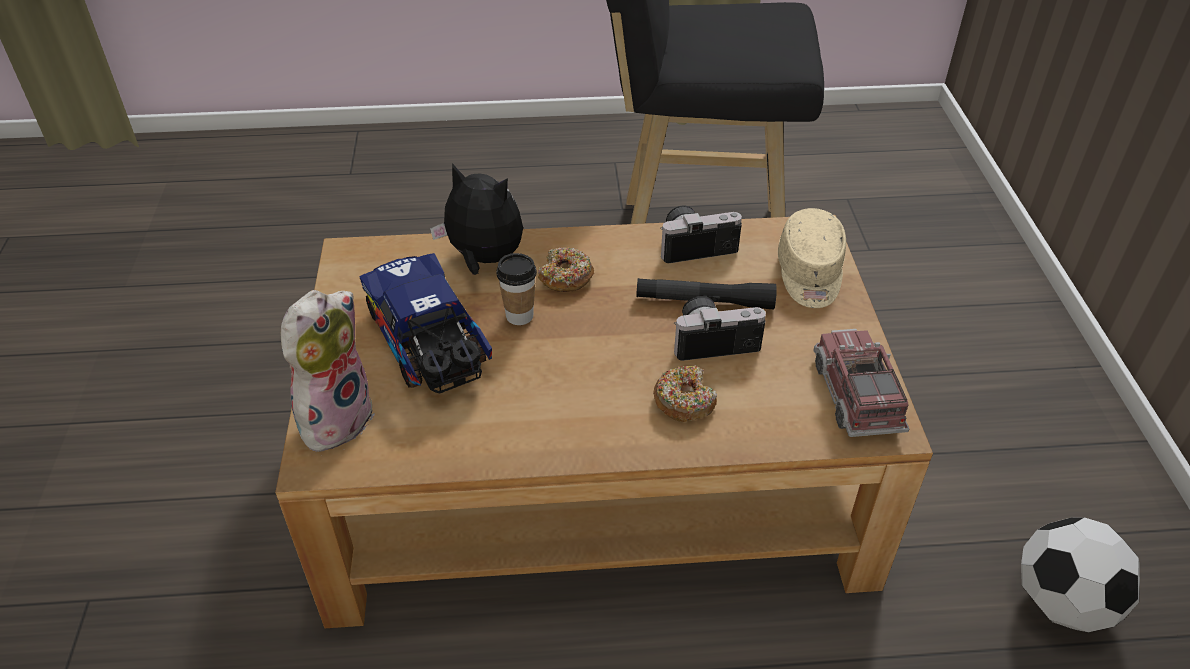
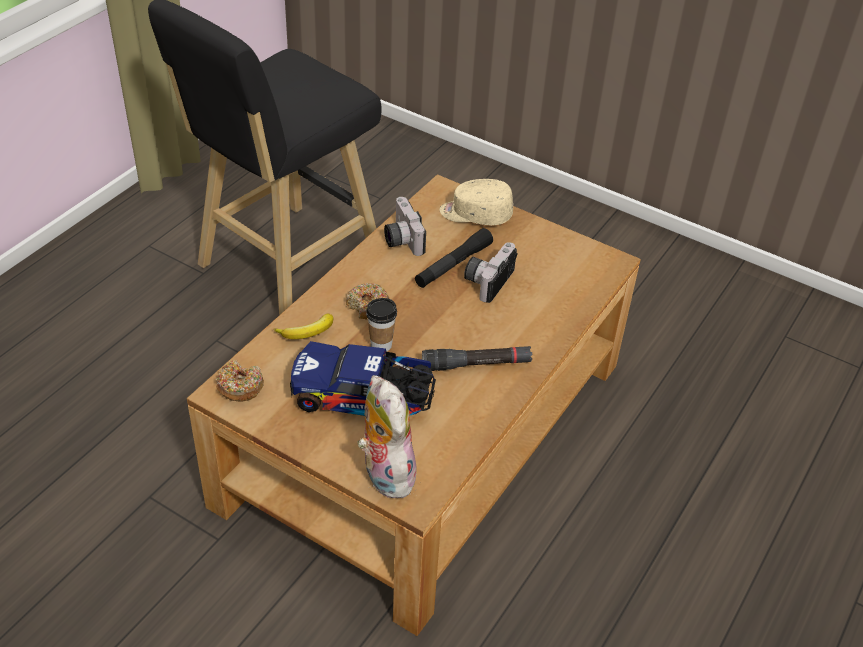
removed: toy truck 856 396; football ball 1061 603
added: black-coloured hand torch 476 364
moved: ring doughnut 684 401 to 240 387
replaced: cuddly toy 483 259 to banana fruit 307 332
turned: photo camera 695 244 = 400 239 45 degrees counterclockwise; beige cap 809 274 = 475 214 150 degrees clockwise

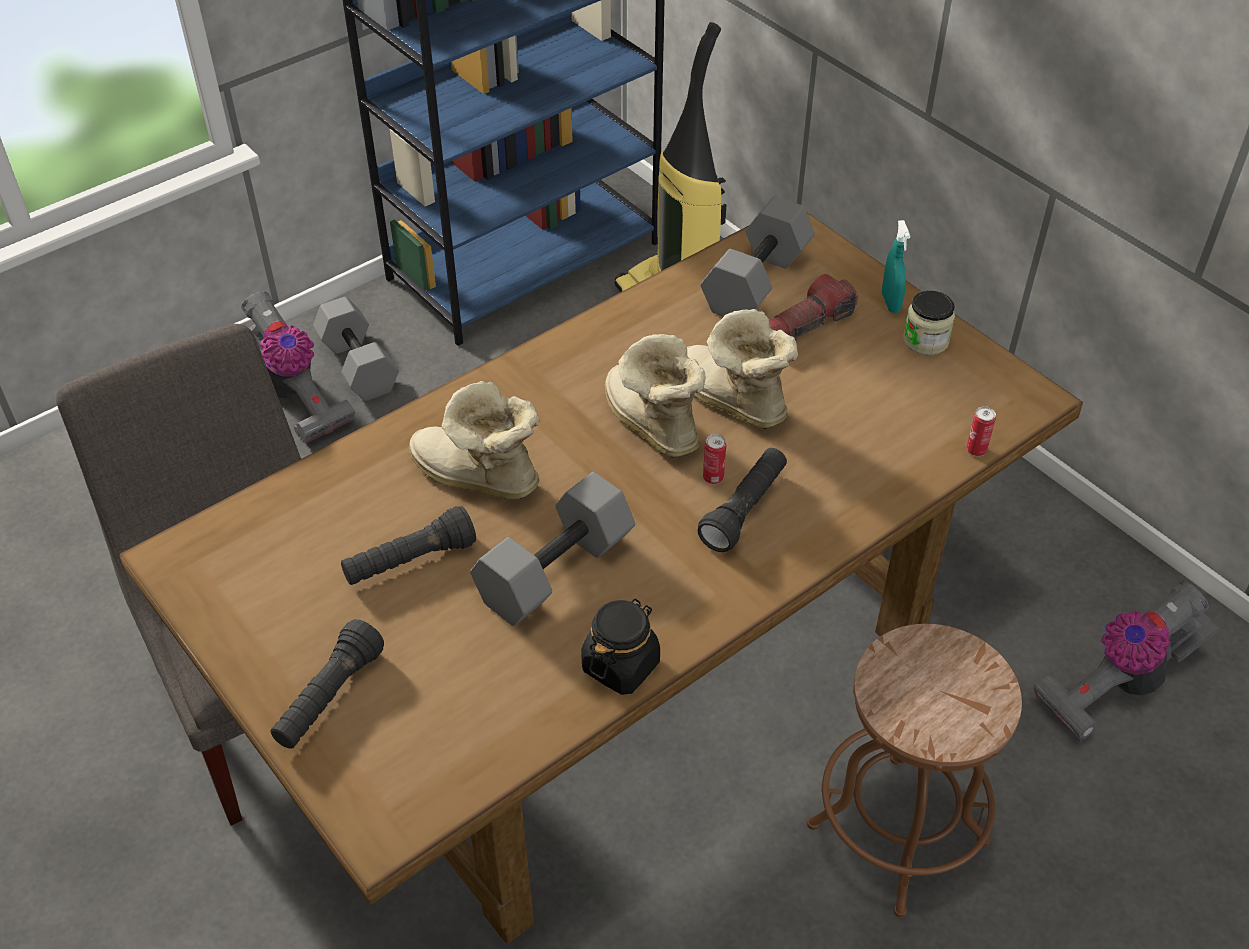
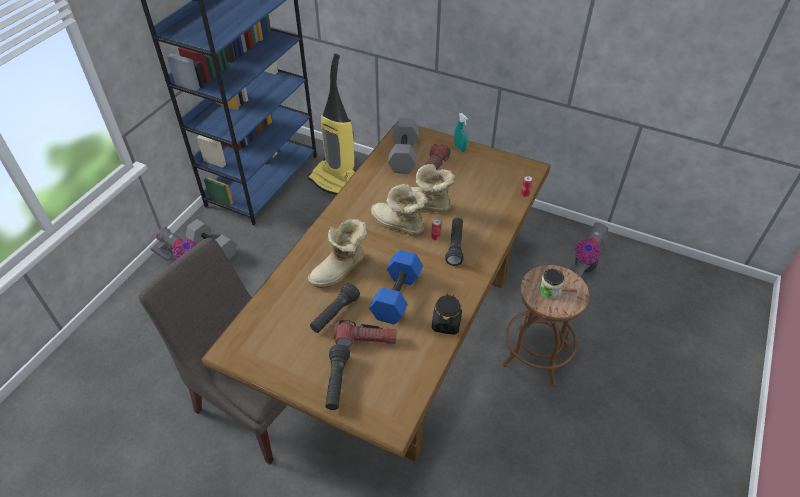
added: hand torch 365 339
moved: jar 925 340 to 549 290
recoloured: greyish free weight 554 568 to blue free weight 396 295
turned: tall boot 476 478 = 341 270 45 degrees counterclockwise

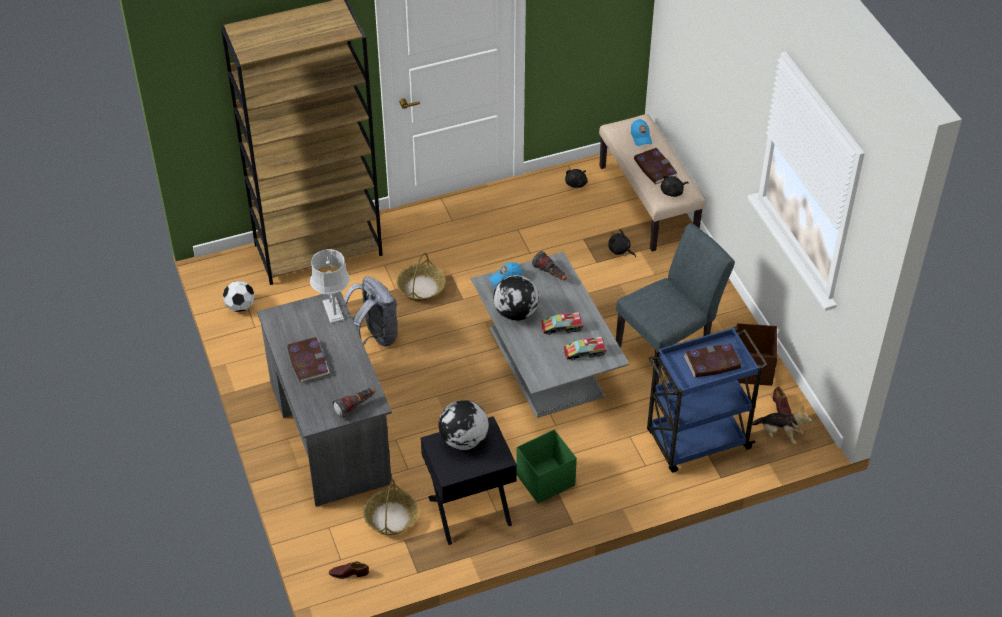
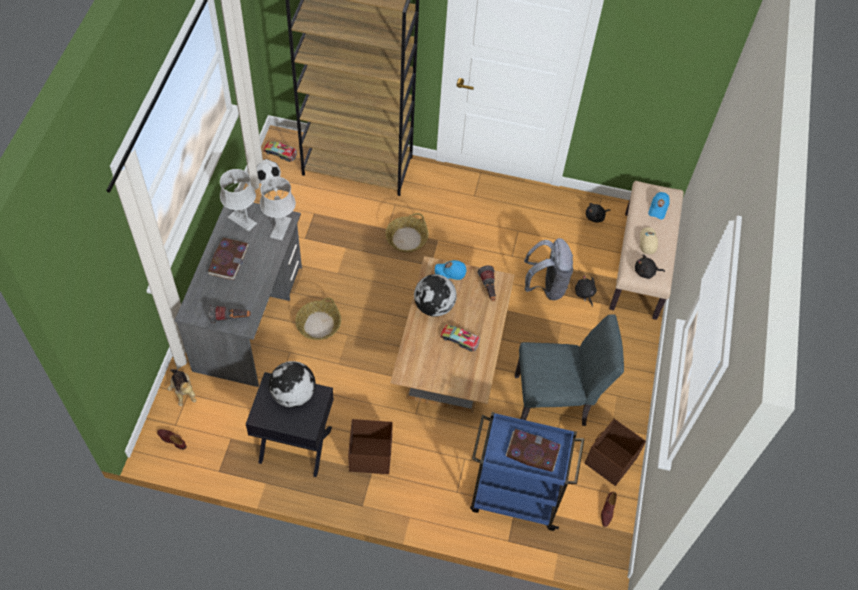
added: greyish tabletop lamp 242 220
moved: greyish rucksack 373 337 to 546 286; toy truck 584 352 to 280 153; cuddly toy 779 434 to 183 391; storage basket 391 518 to 318 325
replaced: volume 655 168 to beige cap 648 242
recoloured: greyish low table 547 363 to brown-coloured low table 451 357; greenish storage box 544 480 to brown-coloured storage box 370 455

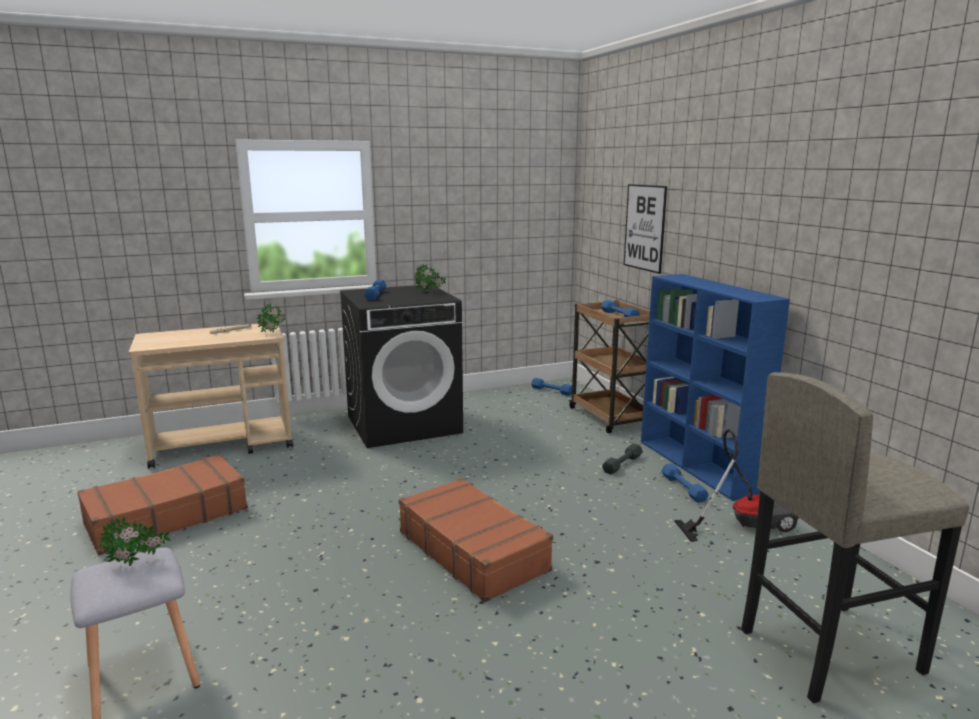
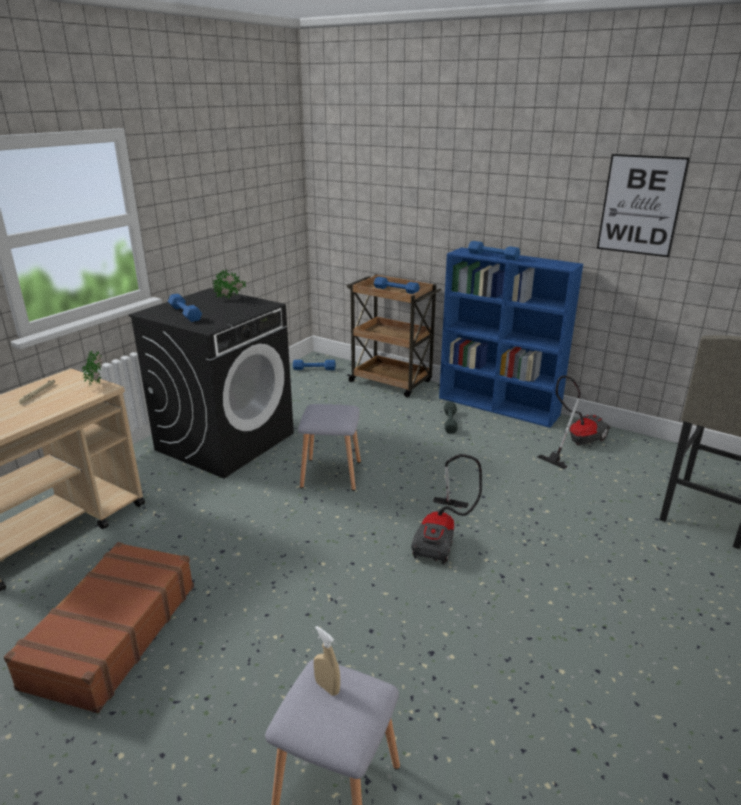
added: greyish sitting stool 332 474
moved: wall picture 644 227 to 640 205; blue free weight 683 488 to 493 256
replaced: brown-coloured suitcase 473 550 to vacuum 442 537; potted plant 138 562 to beige spray bottle 327 687

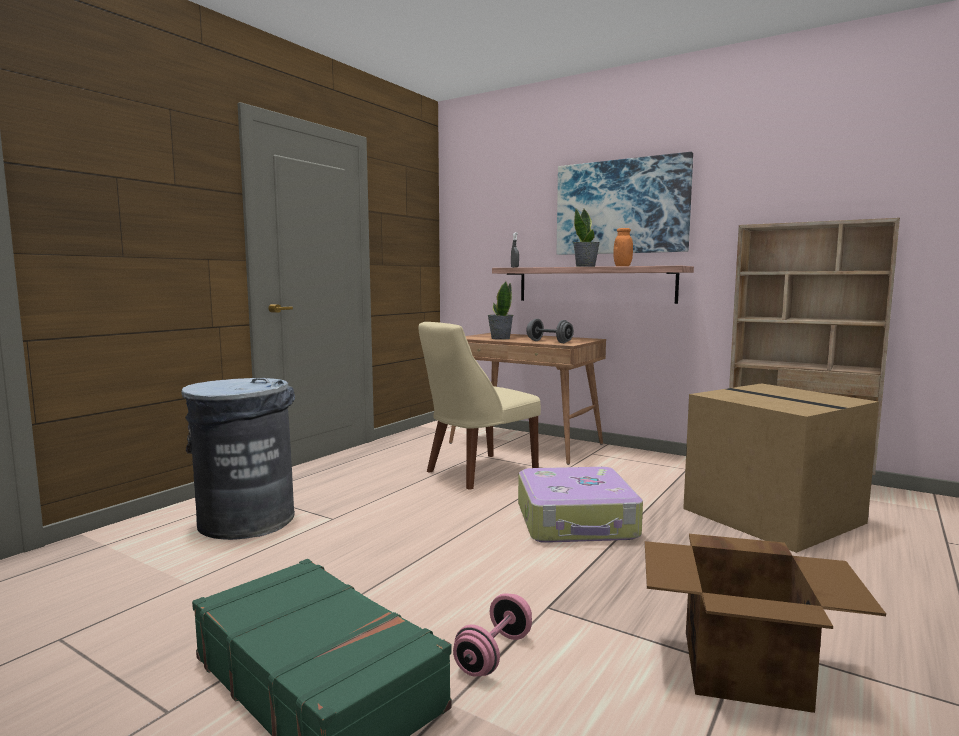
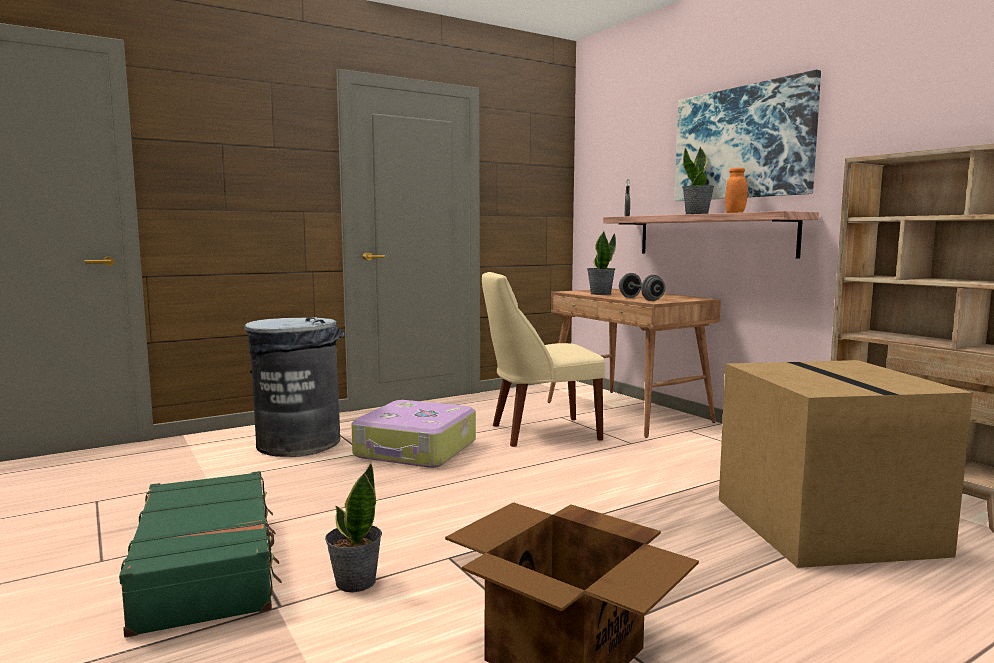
moved: suitcase 577 522 to 416 449
replaced: pink free weight 494 654 to potted plant 355 582

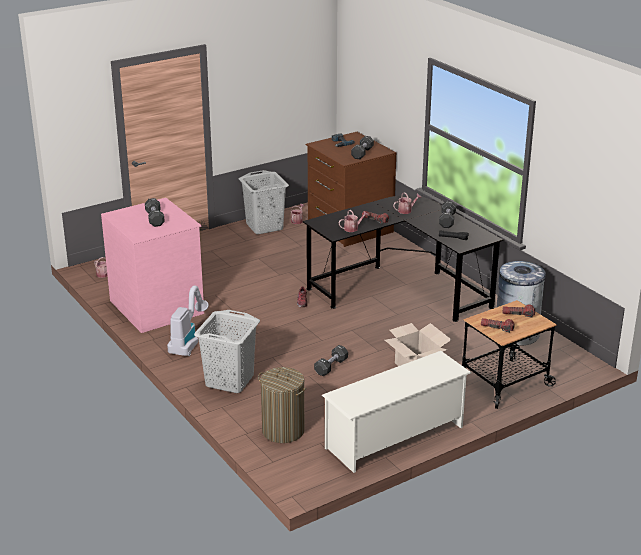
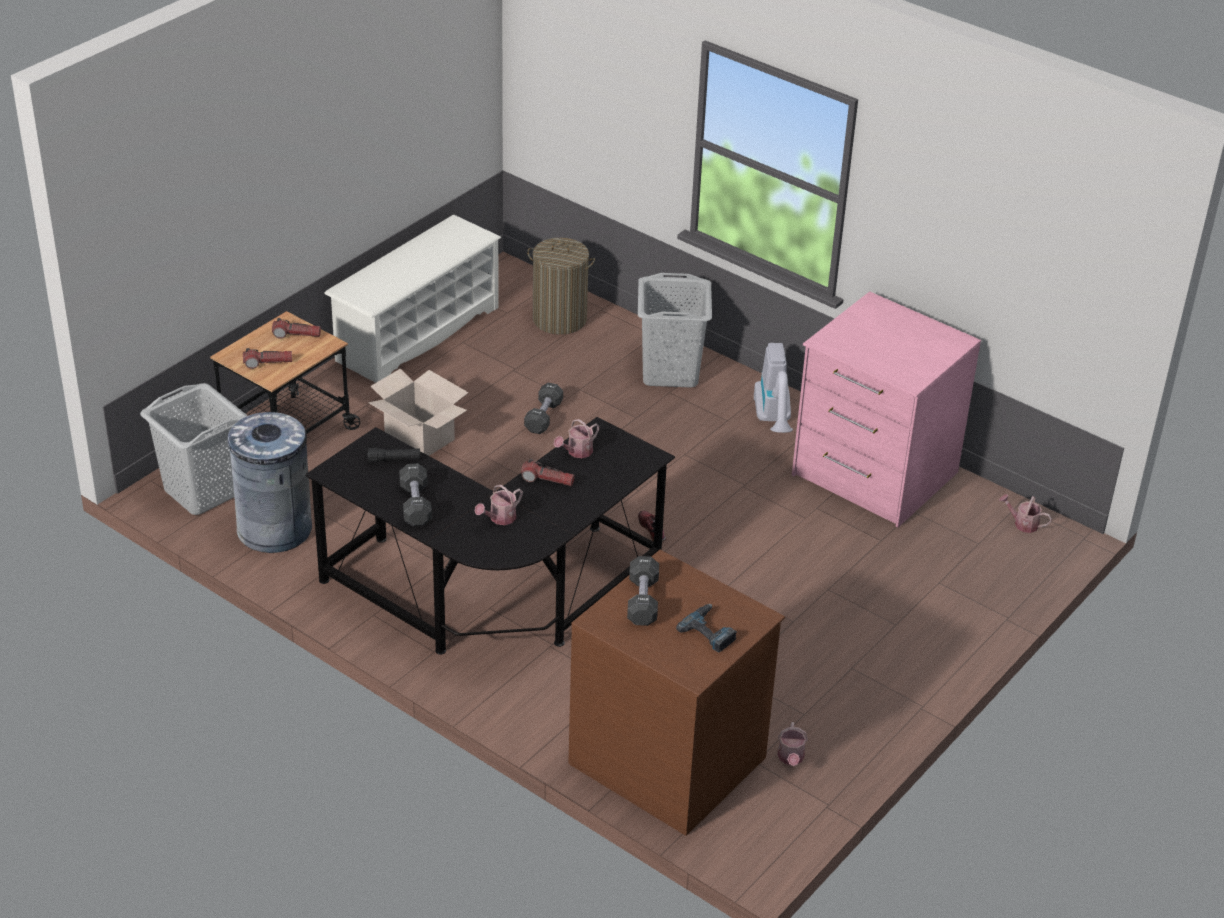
removed: black-coloured free weight 155 219
moved: greyish hamper 264 227 to 203 491

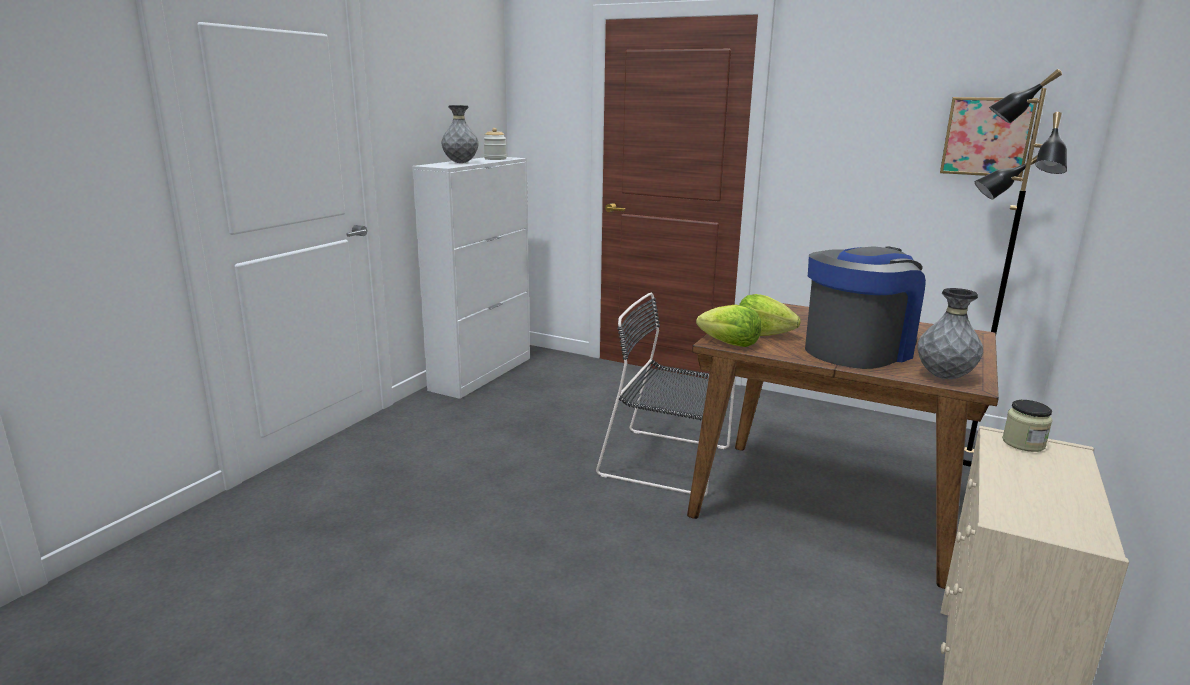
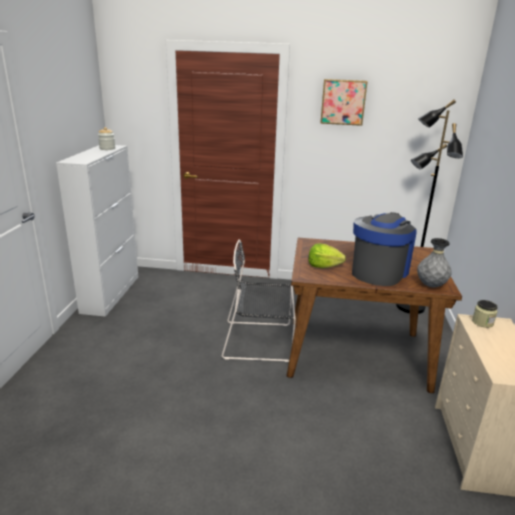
removed: greyish flower vase 461 163; lettuce head 729 344
moved: wall picture 987 136 to 343 102

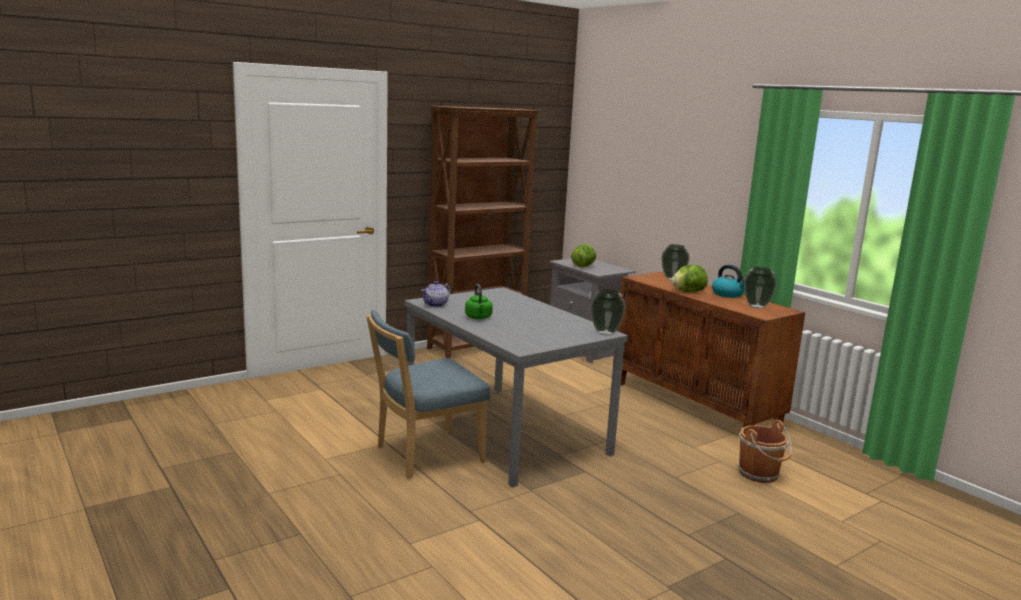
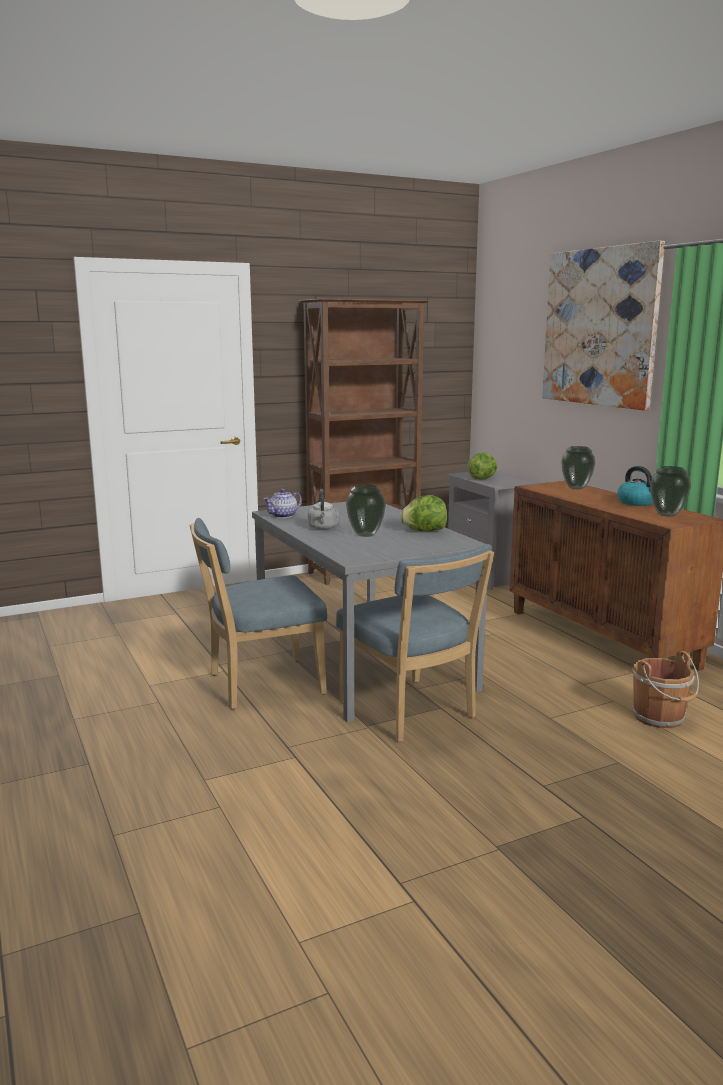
added: wall picture 599 327; blue upright chair 411 713
moved: lettuce head 688 291 to 424 531; flower vase 605 333 to 366 534
recoloured: greenish tea kettle 478 318 to greyish tea kettle 323 528

